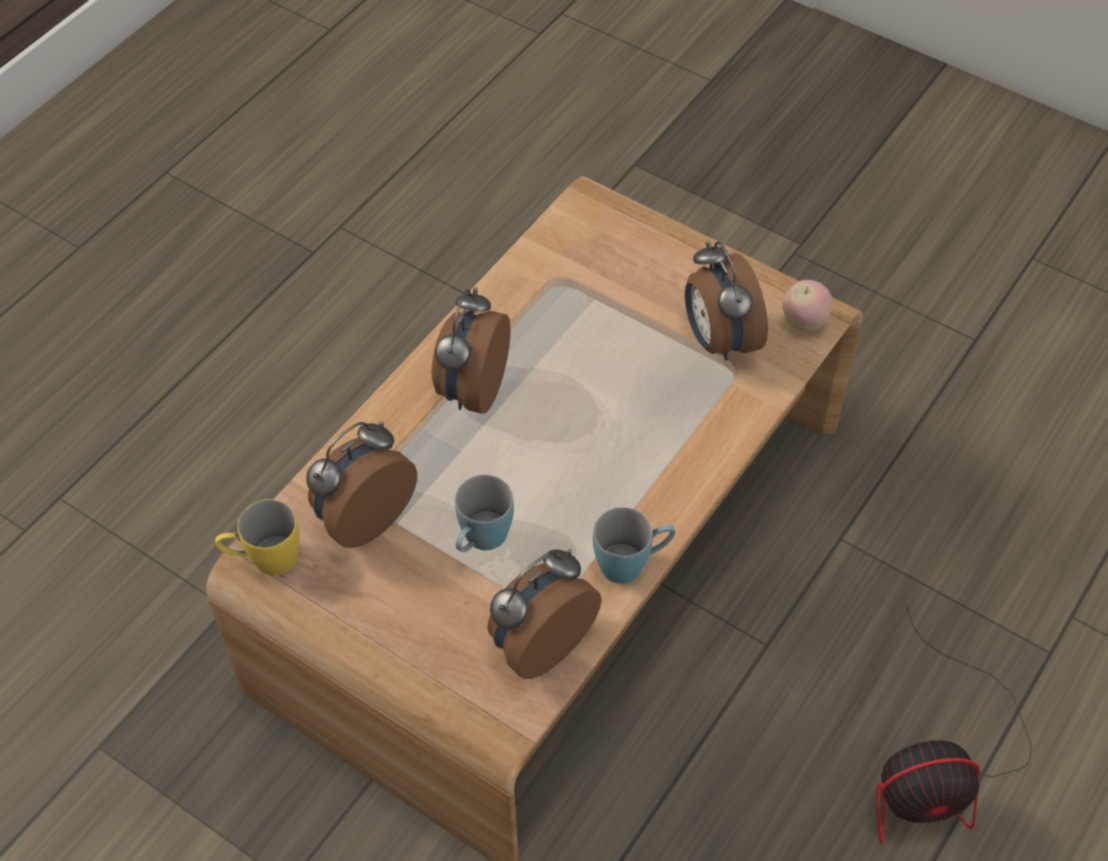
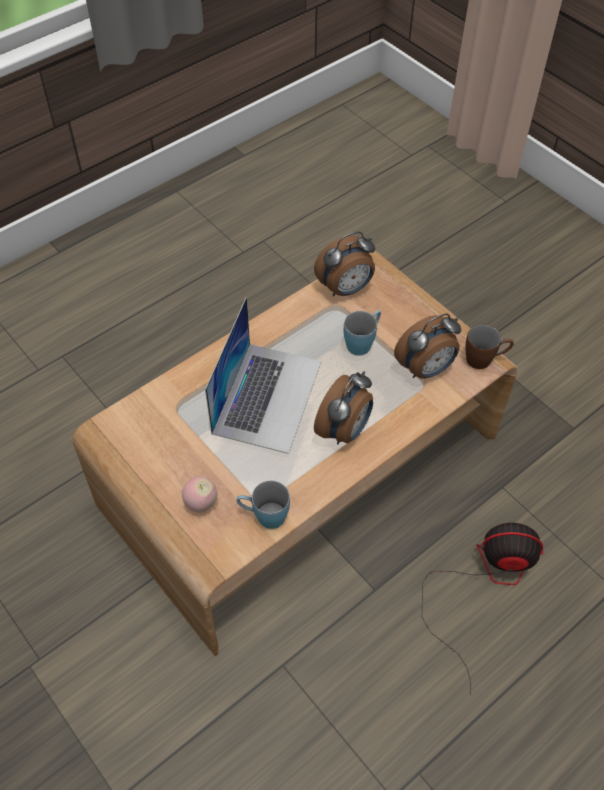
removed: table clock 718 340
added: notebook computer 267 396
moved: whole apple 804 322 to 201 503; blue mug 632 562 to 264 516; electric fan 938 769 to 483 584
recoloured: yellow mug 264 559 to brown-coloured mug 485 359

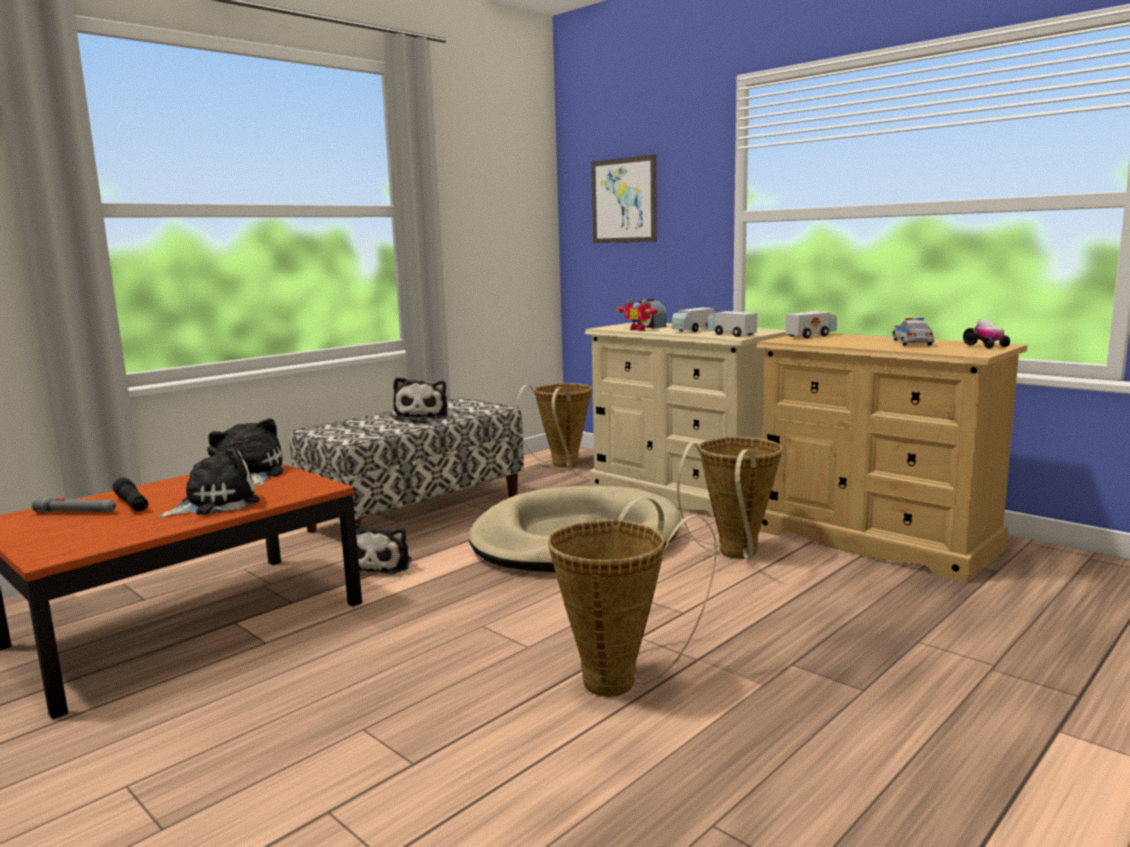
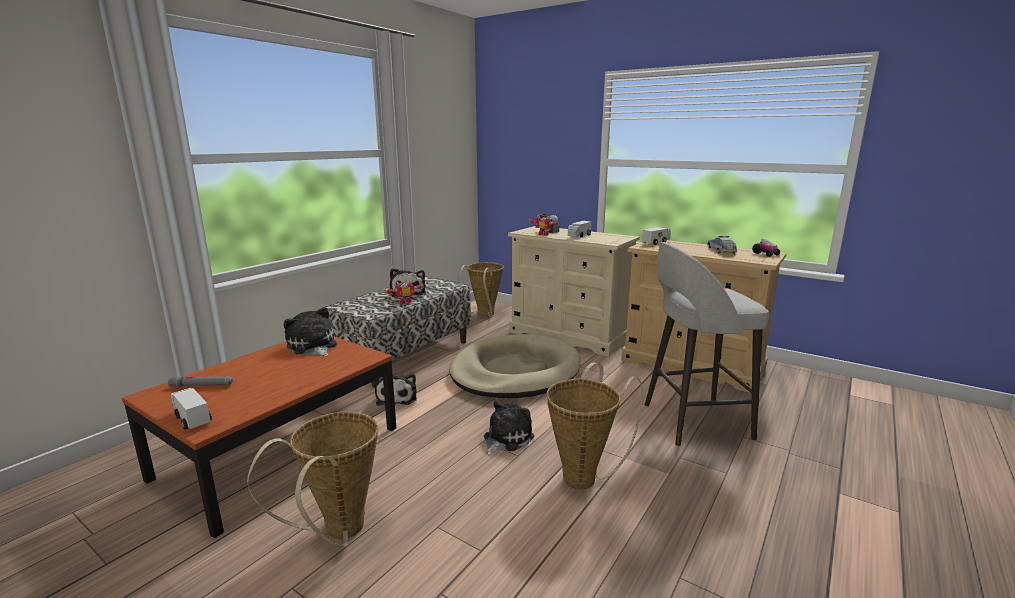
removed: wall picture 623 200; black-coloured hand torch 132 504
added: greyish sitting stool 693 421; robot figure 404 301
moved: toy truck 731 334 to 192 418; storage basket 733 556 to 338 533; cuddly toy 214 504 to 506 438

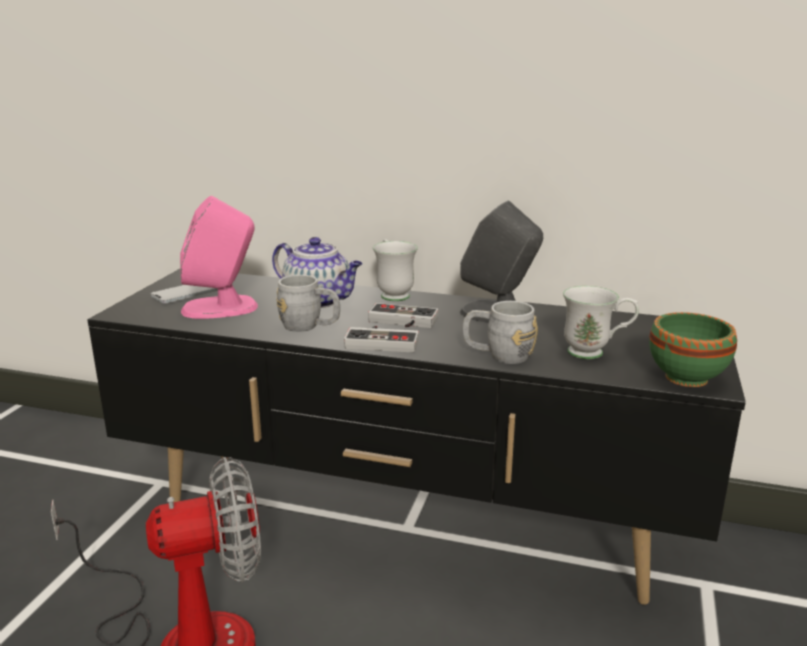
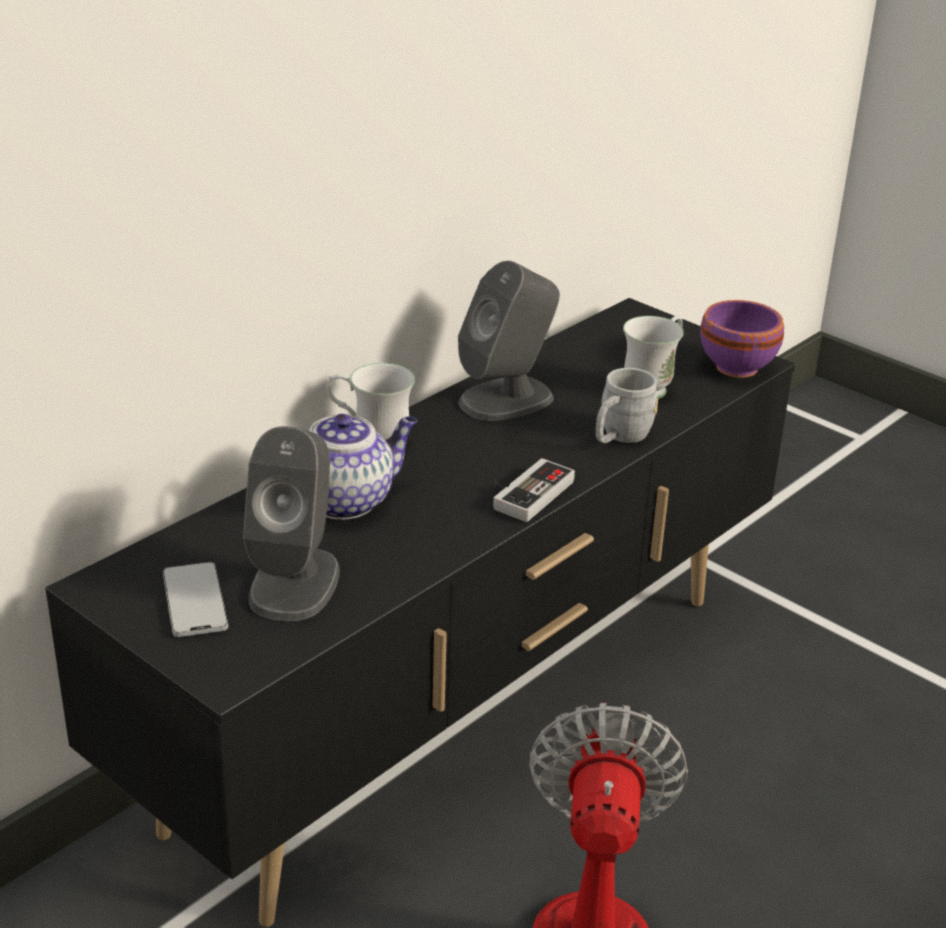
removed: greyish mug 309 326; gamepad 401 322
recoloured: pink audio speaker 221 308 to greyish audio speaker 295 583; greenish serving bowl 685 378 to purple-coloured serving bowl 738 369

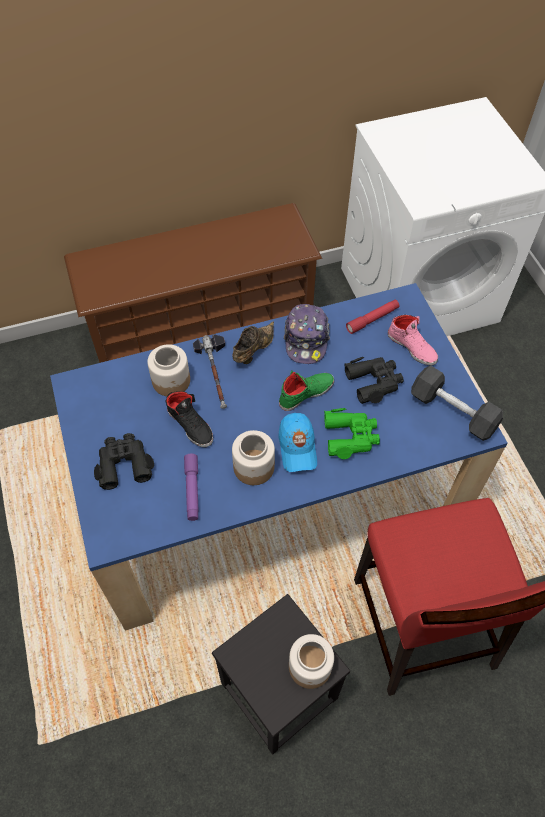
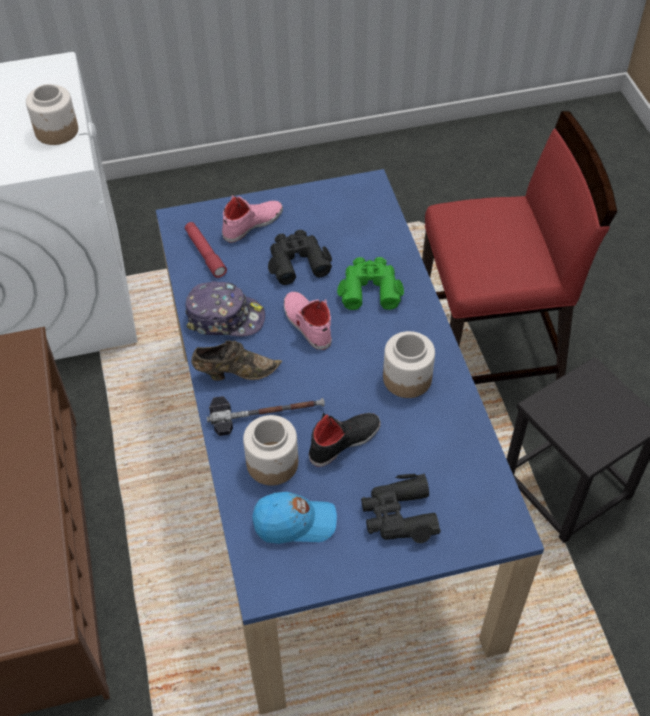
removed: black-coloured free weight 453 411; purple-coloured hand torch 192 490
moved: blue cap 297 447 to 295 523; jar 310 667 to 57 131
recoloured: greenish item of footwear 306 393 to pink item of footwear 306 323
turned: brown-coloured item of footwear 253 350 = 234 372 135 degrees clockwise

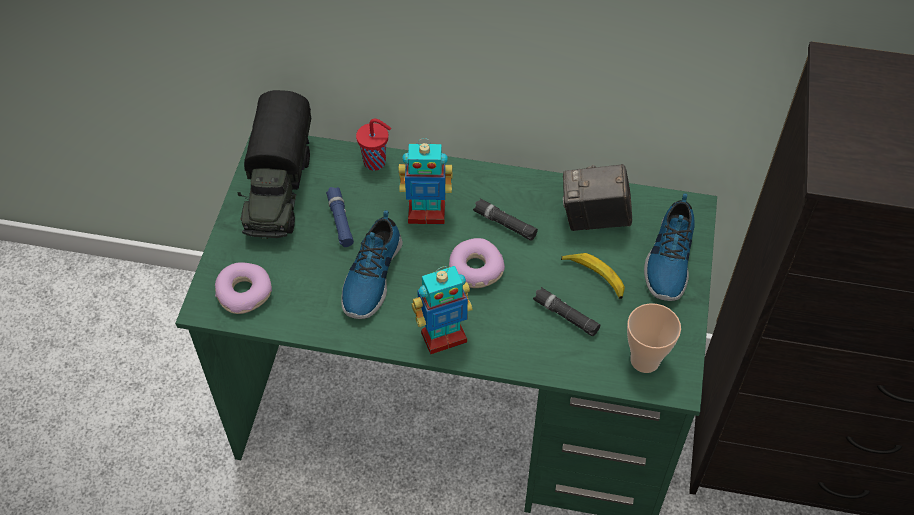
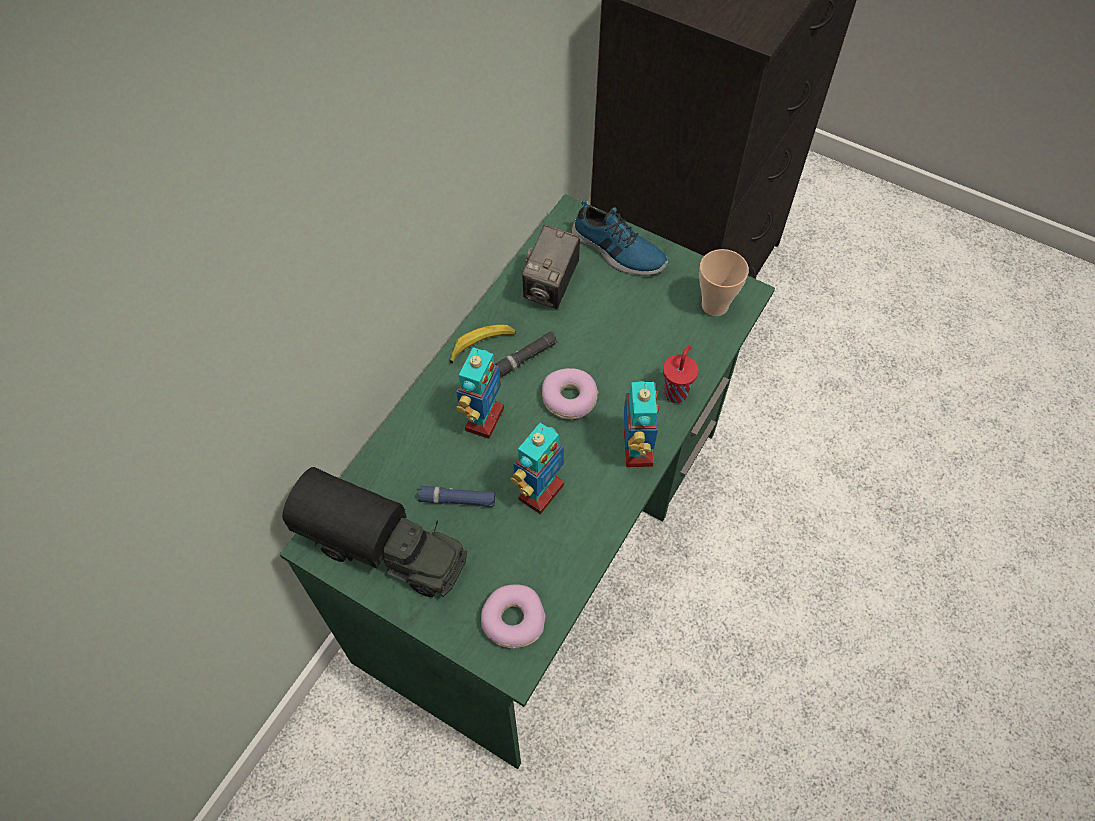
removed: black-coloured hand torch 565 316
moved: red cup 376 162 to 676 392; banana fruit 594 278 to 482 345
replaced: item of footwear 370 276 to robot figure 540 491

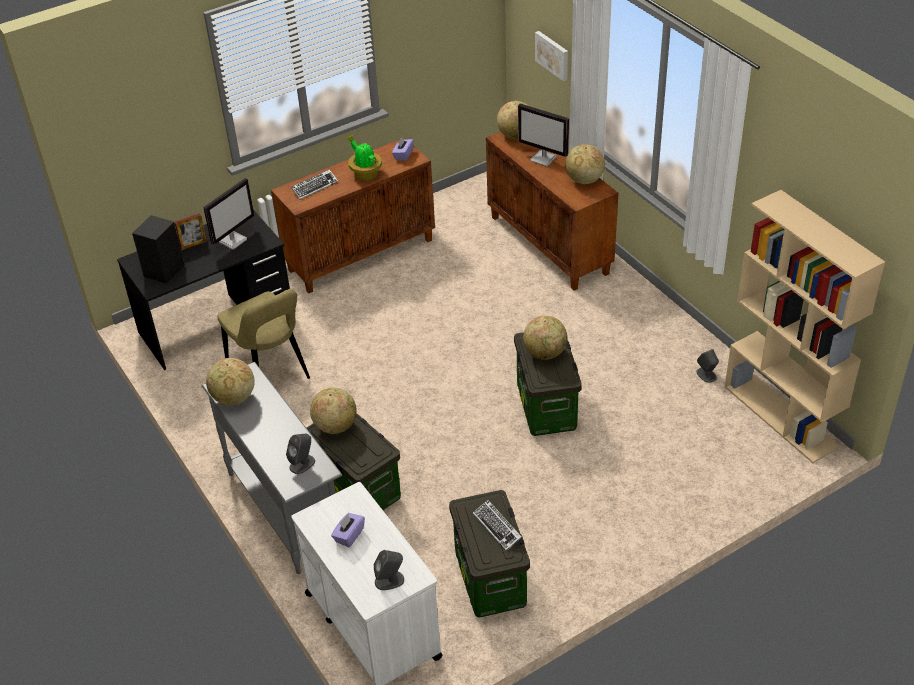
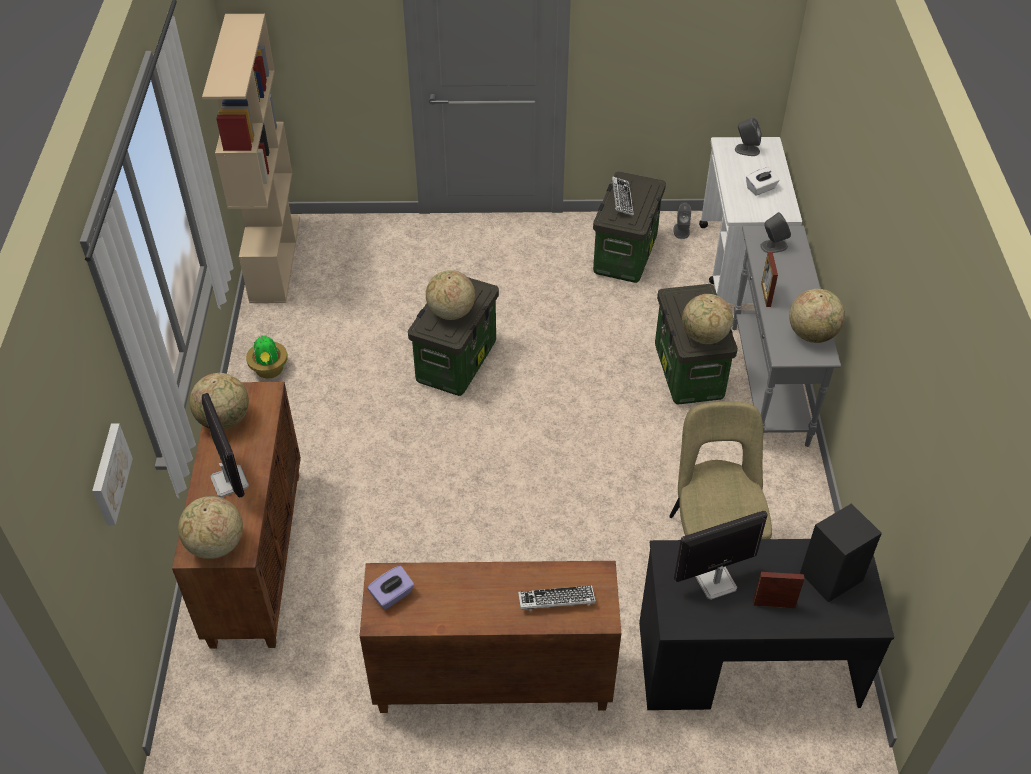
added: picture frame 766 295
moved: potted plant 365 174 to 269 370; greyish audio speaker 706 375 to 681 230
recoloured: purple-coloured tissue box 349 535 to white-coloured tissue box 761 188

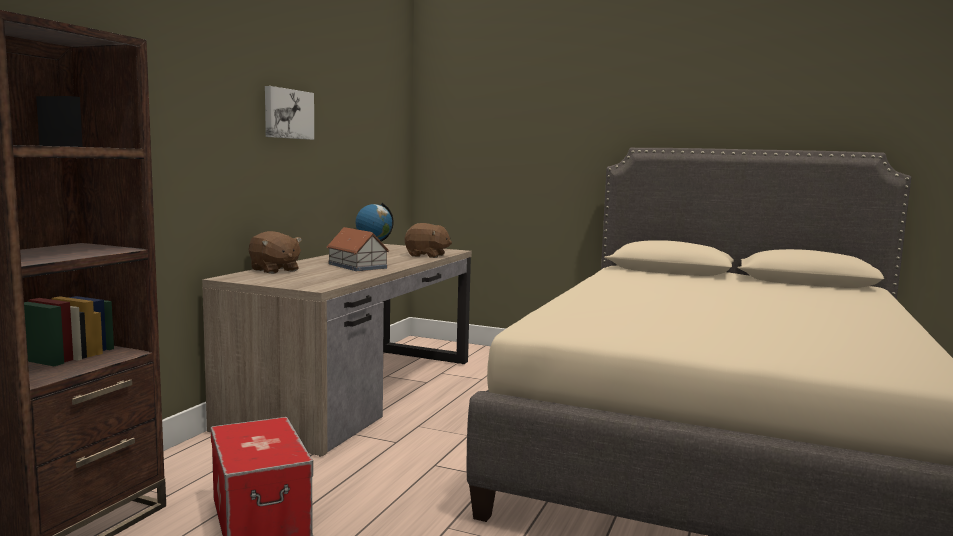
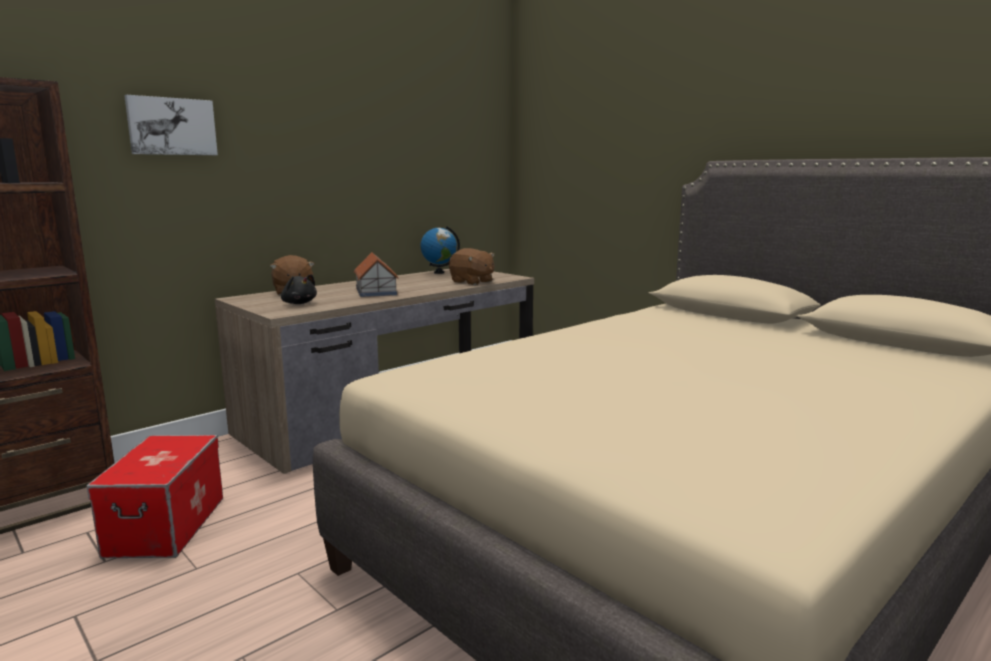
added: black-coloured cuddly toy 298 303
moved: wall picture 287 114 to 171 126

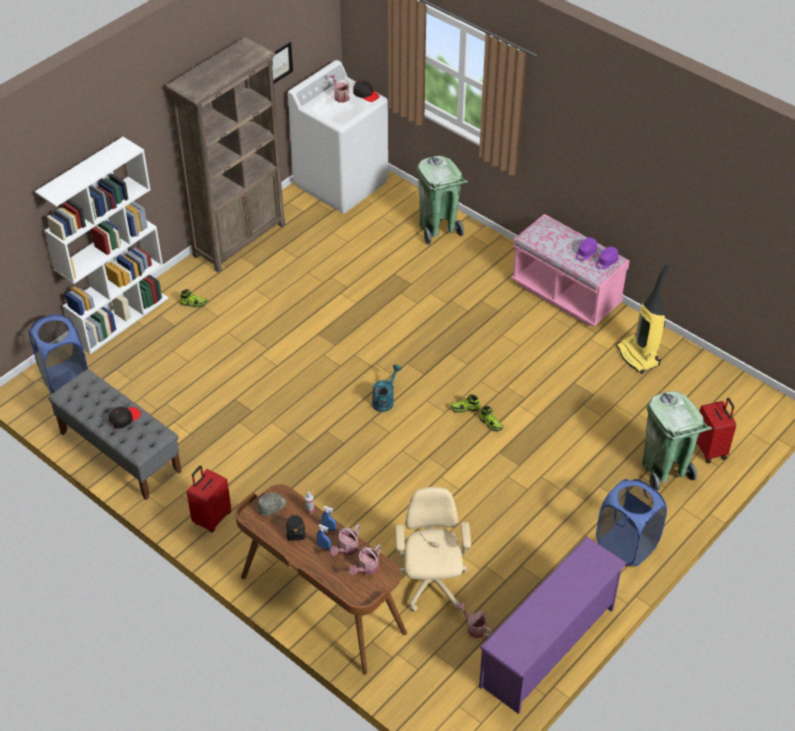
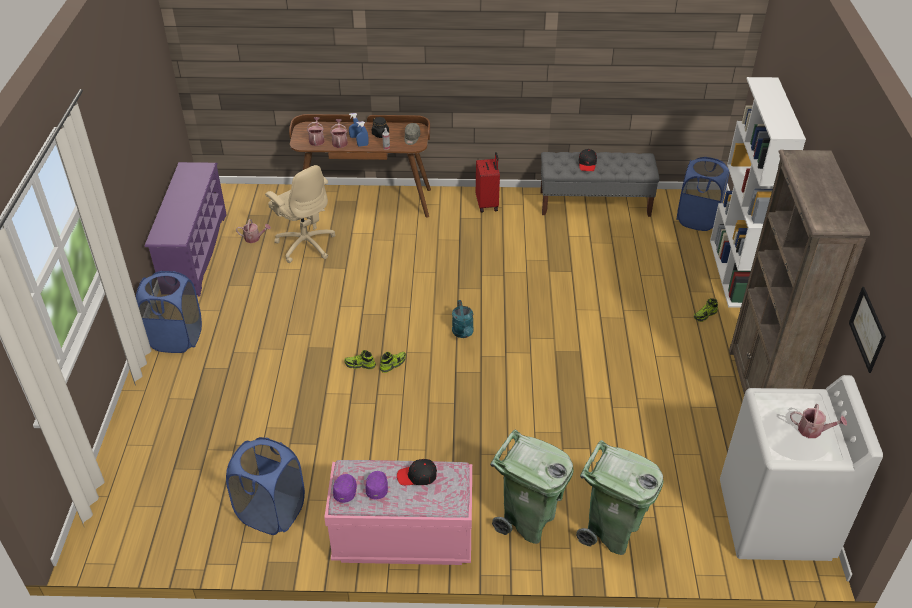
removed: red suitcase 711 449
moved: black-coloured cap 366 94 to 417 476; greenish waste bin 664 470 to 528 521
replaced: vacuum 639 356 to blue hamper 271 512

